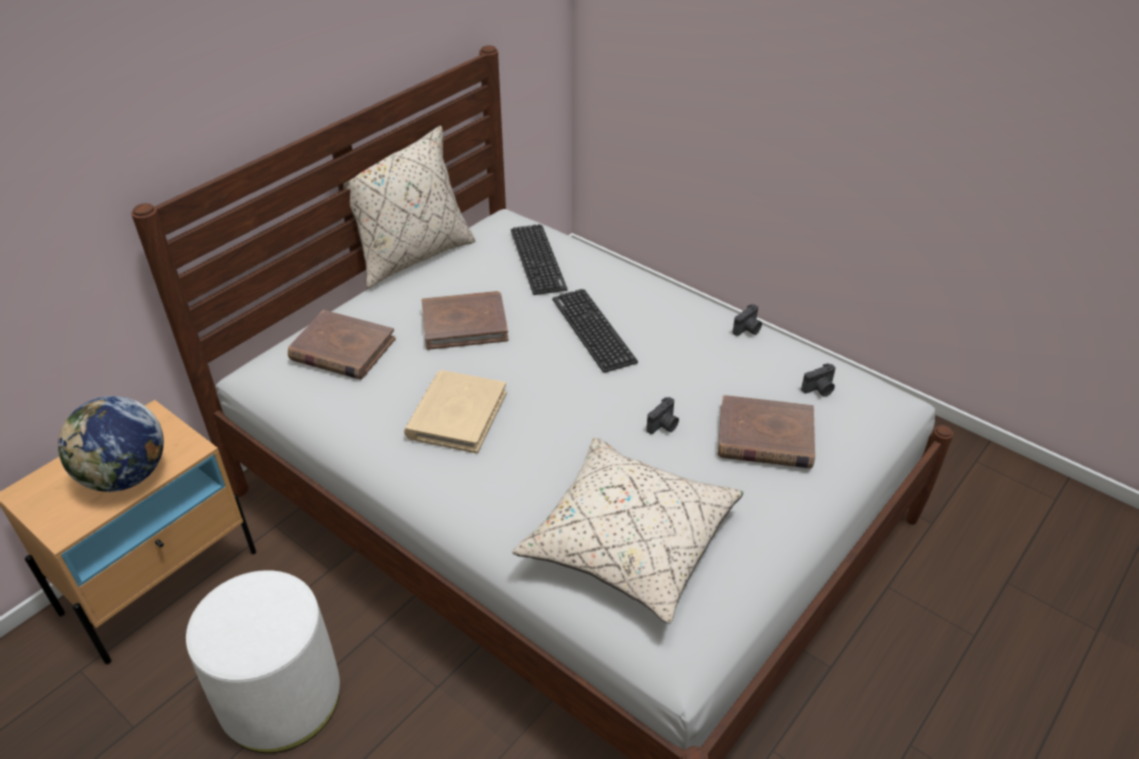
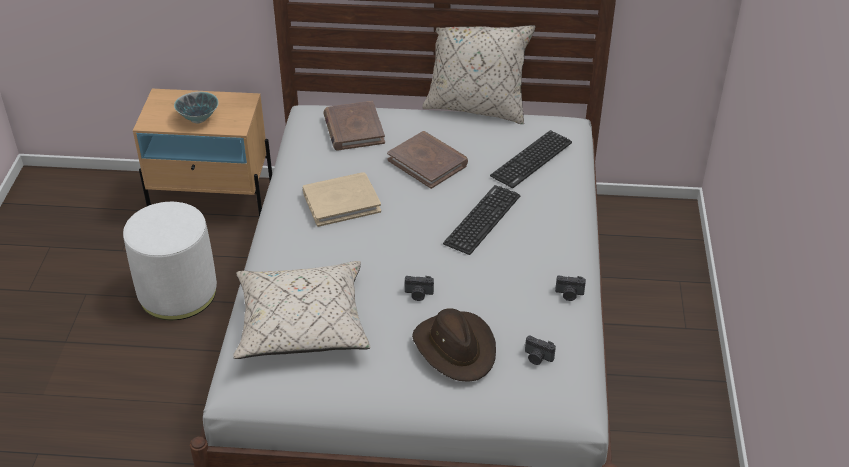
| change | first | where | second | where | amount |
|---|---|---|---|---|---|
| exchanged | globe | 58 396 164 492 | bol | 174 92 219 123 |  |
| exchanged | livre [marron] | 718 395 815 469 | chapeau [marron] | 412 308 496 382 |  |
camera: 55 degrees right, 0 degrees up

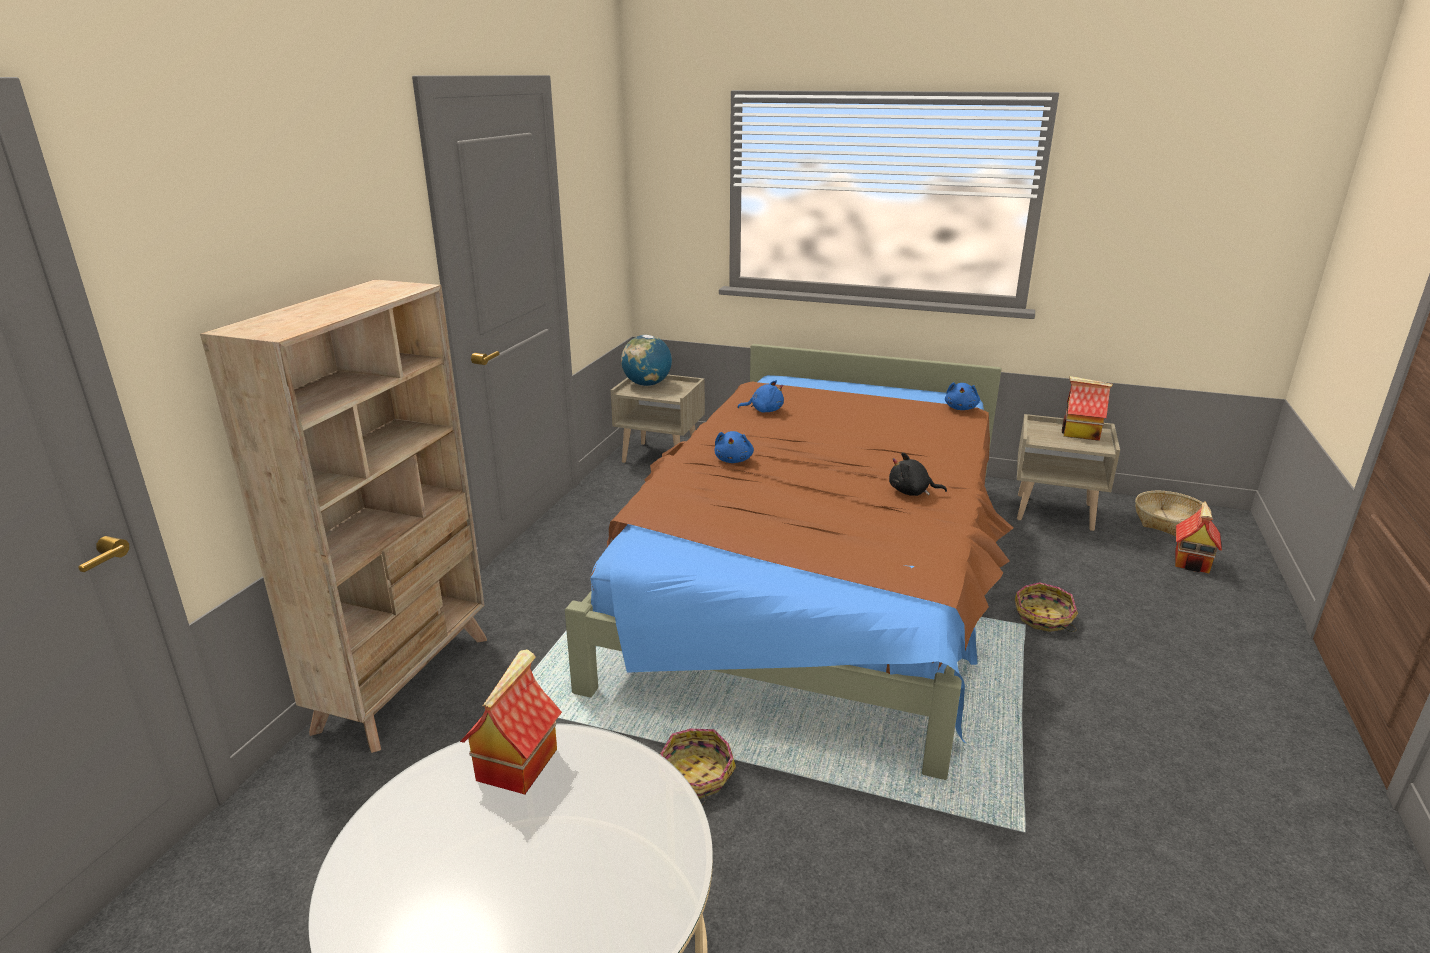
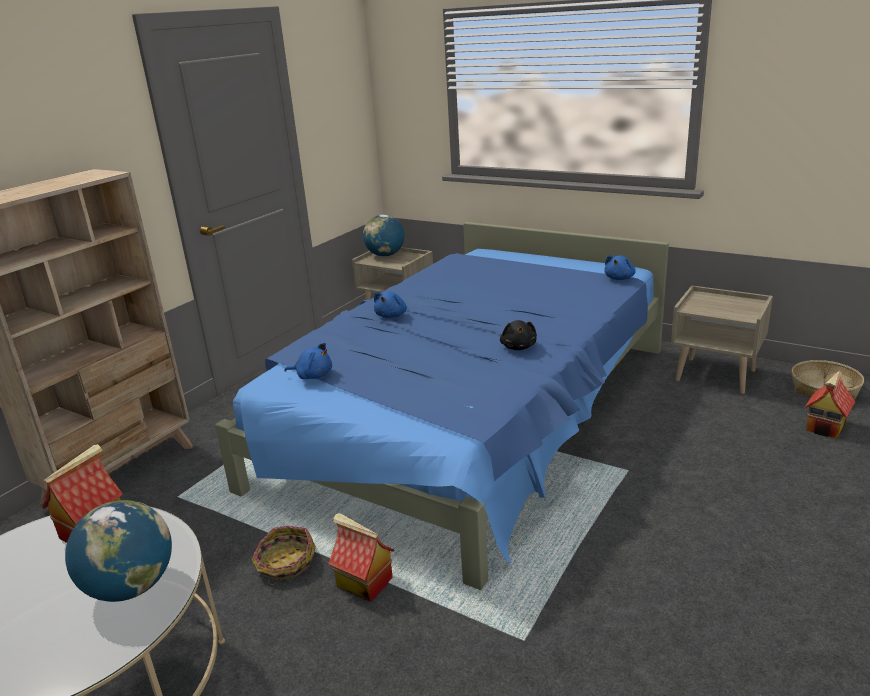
| change | first | where | second | where | amount |
|---|---|---|---|---|---|
| missing | panier | 1015 582 1078 632 |  |  |  |
| appeared |  |  | globe | 65 500 172 602 |  |
| relocated | peluche [bleu] | 738 380 784 413 |  | 285 343 332 379 |  |
| relocated | maison miniature | 1062 376 1113 441 |  | 328 513 395 602 |  |
| colour | lit [marron] | 565 344 1013 780 | lit [bleu] | 215 222 669 590 |  |
| spun | peluche [noir] | 889 452 947 496 |  | 500 320 537 350 | 120 degrees counterclockwise |
camera: 15 degrees right, 0 degrees up

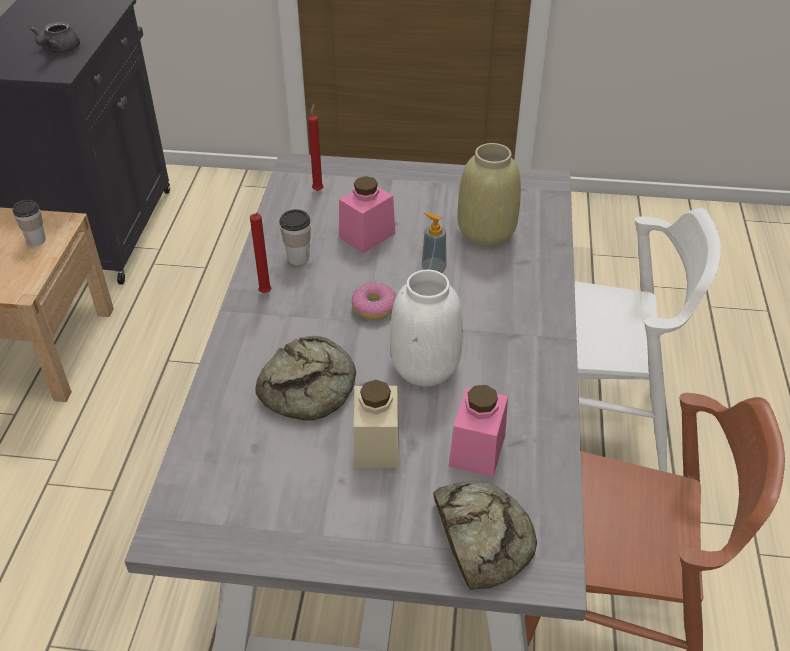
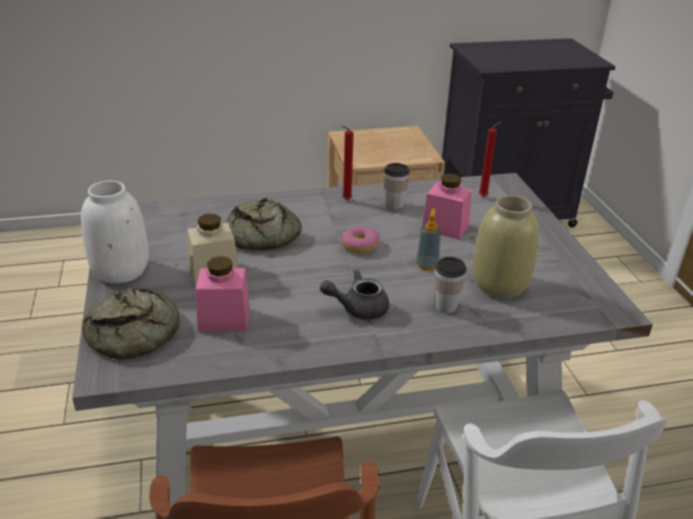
| change | first | where | second | where | amount |
|---|---|---|---|---|---|
| relocated | tasse | 13 200 46 246 |  | 435 257 466 313 |  |
| relocated | théière [gris] | 30 22 80 54 |  | 320 269 389 320 |  |
| relocated | vase [blanc] | 390 270 463 386 |  | 81 181 149 283 |  |
camera: 70 degrees right, 10 degrees down

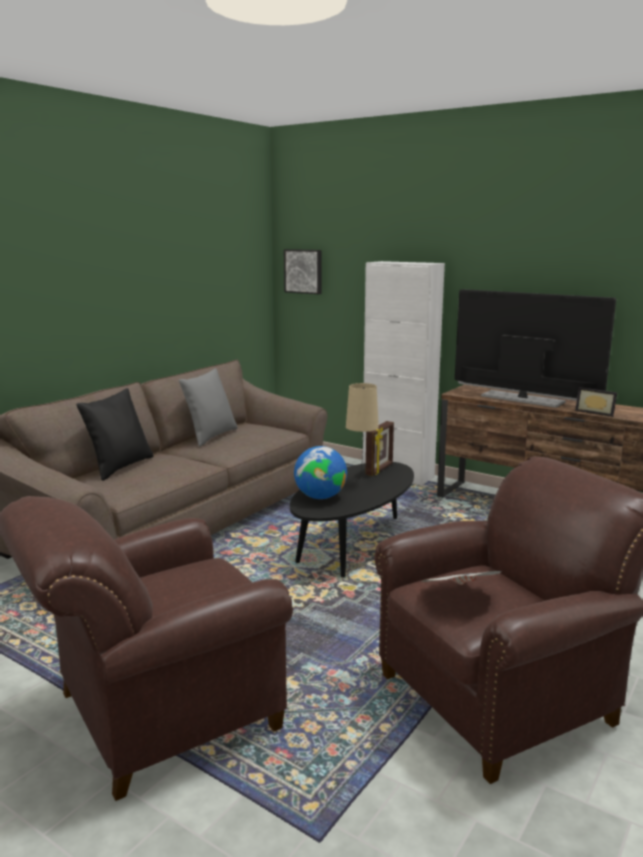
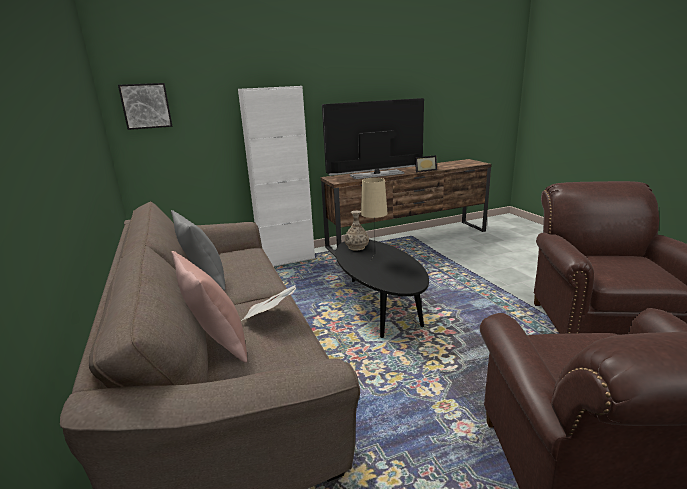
| change | first | where | second | where | amount |
|---|---|---|---|---|---|
| missing | globe | 294 446 347 499 |  |  |  |
| relocated | journal | 421 571 503 585 |  | 241 285 296 321 |  |
| exchanged | cadre photo | 365 421 394 476 | vase | 345 211 369 250 |  |
| colour | coussin [noir] | 76 388 154 481 | coussin [rose] | 171 251 247 363 |  |
camera: 55 degrees left, 5 degrees up

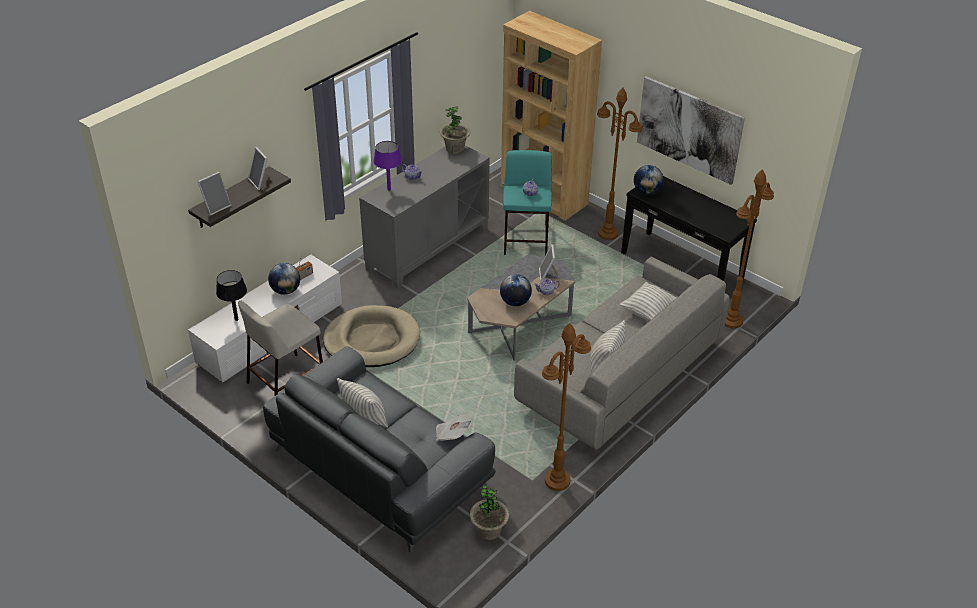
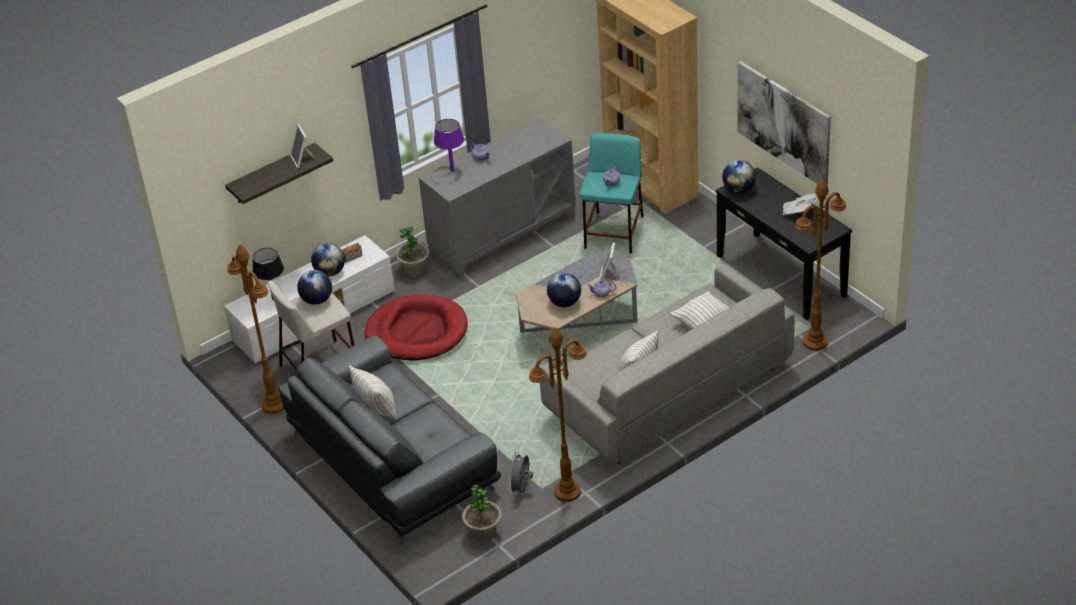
| change | first | where | second | where | amount |
|---|---|---|---|---|---|
| missing | cadre photo | 197 172 231 215 |  |  |  |
| appeared |  |  | globe | 297 270 332 305 |  |
| appeared |  |  | ventilateur [gris] | 508 452 533 494 |  |
| relocated | journal | 436 415 472 441 |  | 782 194 817 215 |  |
| relocated | plante en pot | 440 106 470 154 |  | 395 227 429 277 |  |
| relocated | lampadaire [marron] | 597 87 642 240 |  | 228 244 284 414 |  |
| colour | panier pour chien [beige] | 323 305 420 367 | panier pour chien [rouge] | 365 294 468 360 |  |
camera: 15 degrees right, 0 degrees up

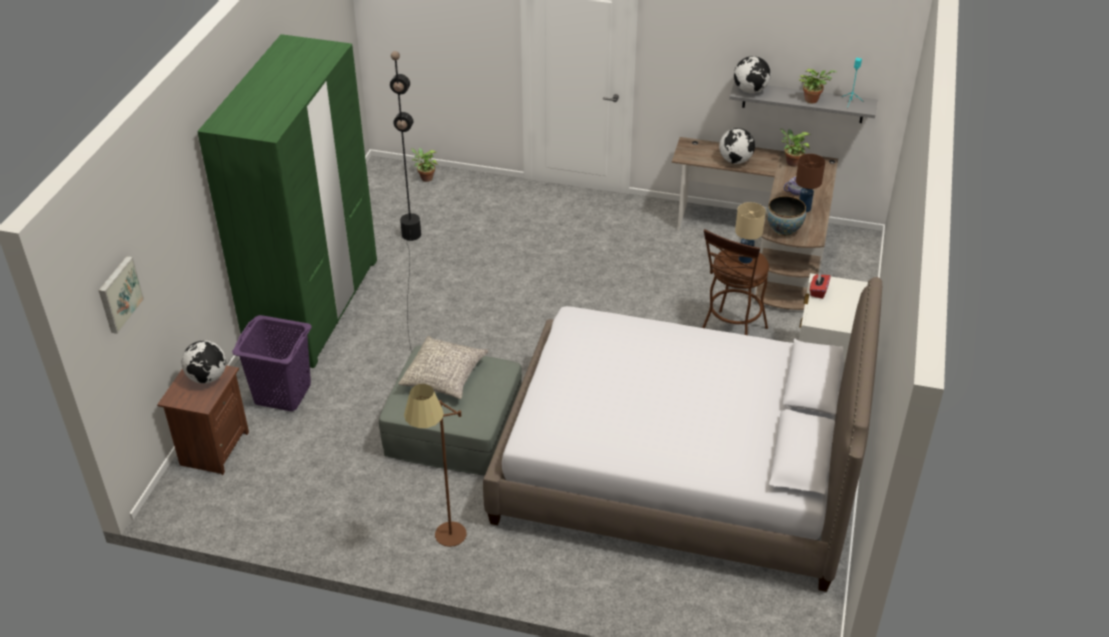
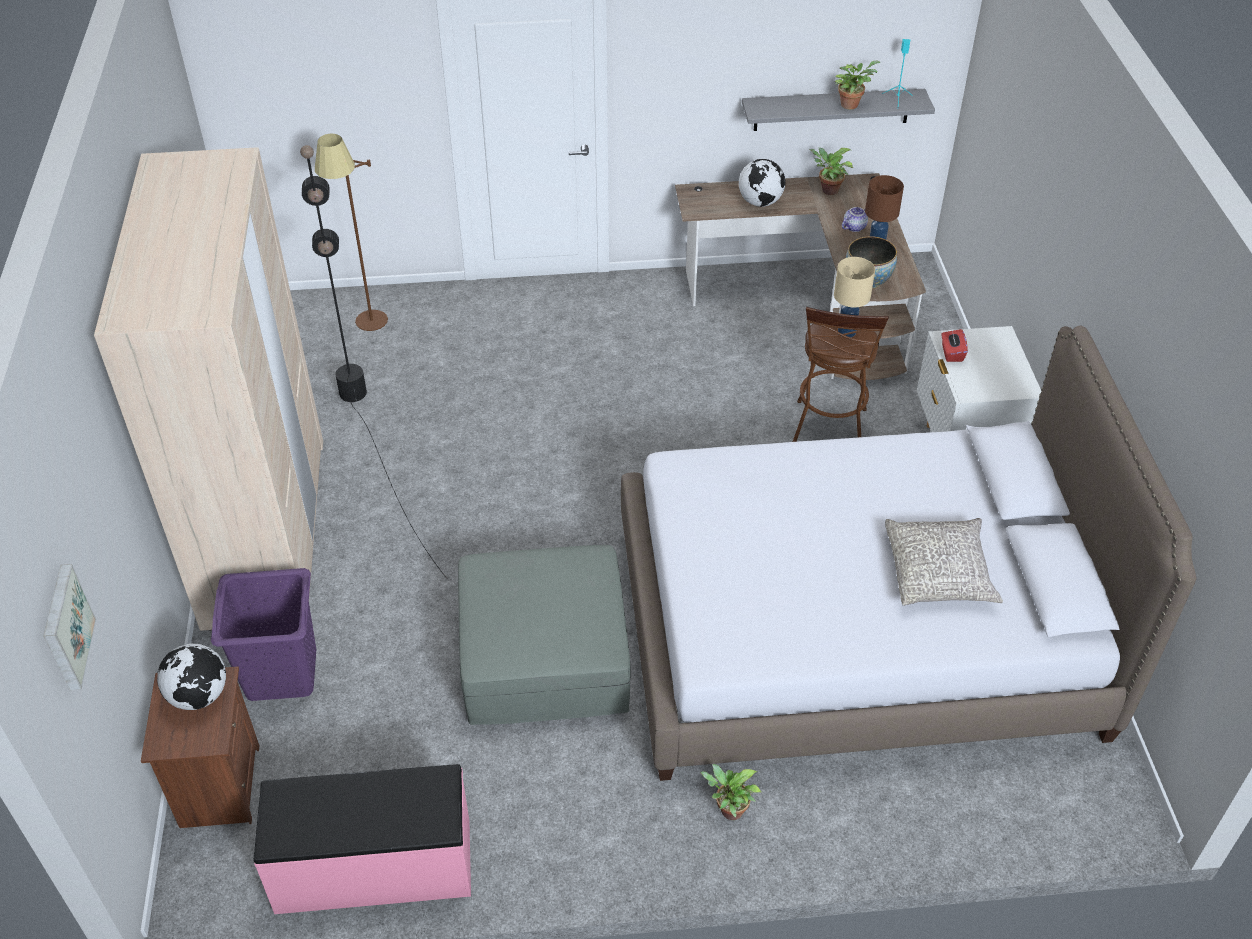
| change | first | where | second | where | amount |
|---|---|---|---|---|---|
| missing | globe | 734 56 771 93 |  |  |  |
| appeared |  |  | banc [rose] | 254 764 471 914 |  |
| relocated | coussin [gris] | 398 336 489 399 |  | 885 518 1003 606 |  |
| relocated | lampadaire [marron] | 404 384 467 547 |  | 315 134 388 331 |  |
| relocated | plante en pot | 411 148 438 182 |  | 700 764 762 820 |  |
| colour | armoire [vert] | 197 34 377 368 | armoire [beige] | 94 147 323 631 |  |
camera: 20 degrees left, 5 degrees up

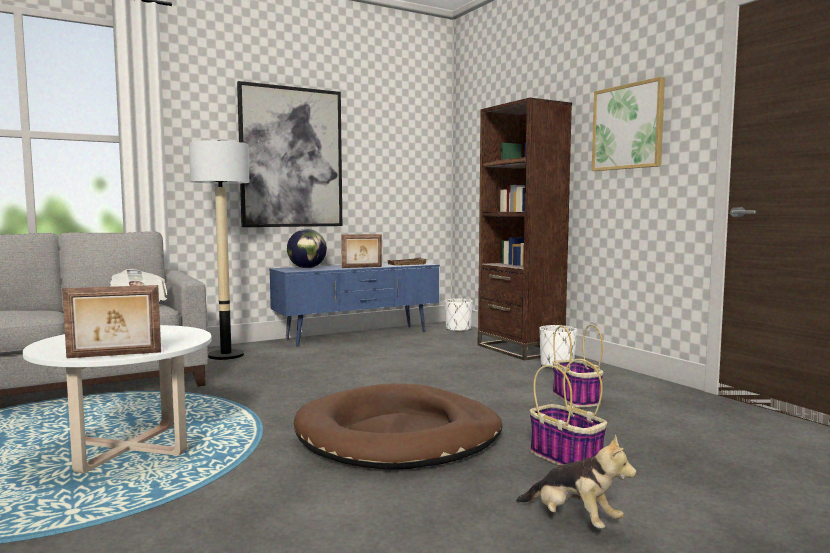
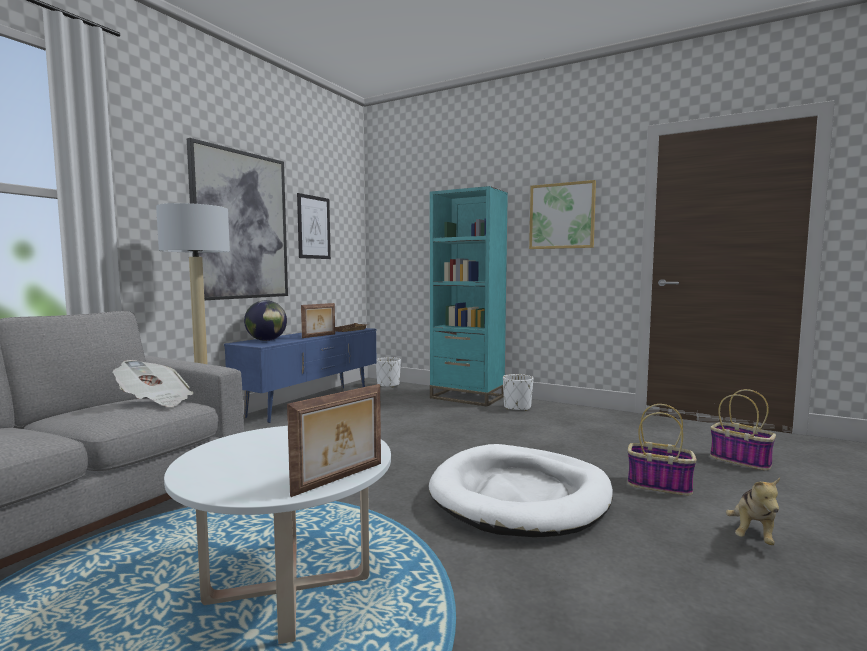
| change | first | where | second | where | amount |
|---|---|---|---|---|---|
| appeared |  |  | tableau | 297 193 331 259 |  |
| relocated | panier | 552 324 603 408 |  | 710 389 776 470 |  |
| colour | panier pour chien [marron] | 293 383 502 470 | panier pour chien [blanc] | 429 444 613 537 |  |
| colour | bibliothèque [marron] | 478 98 572 361 | bibliothèque [turquoise] | 430 186 508 407 |  |
| spun | peluche | 516 435 637 528 |  | 726 478 780 545 | 105 degrees clockwise |
camera: 30 degrees left, 0 degrees up

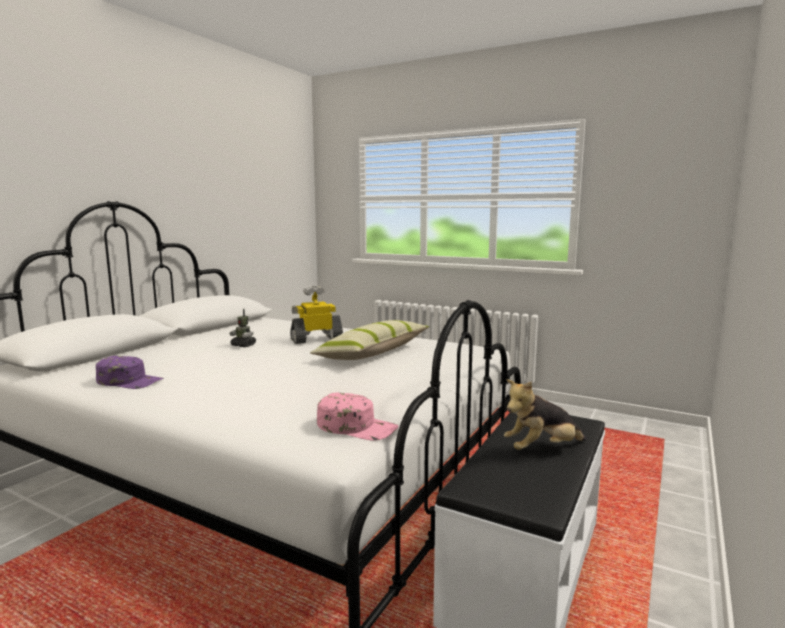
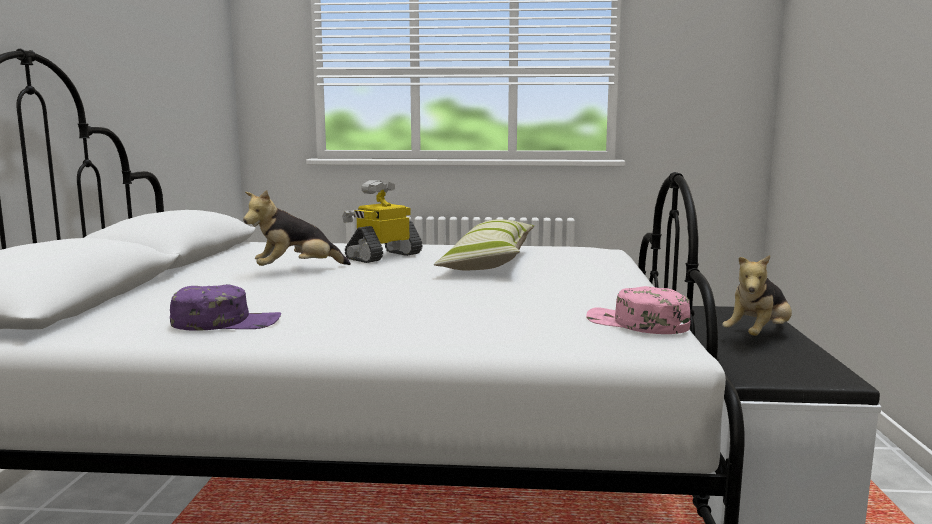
| change | first | where | second | where | amount |
|---|---|---|---|---|---|
| exchanged | robot jouet | 229 309 256 347 | peluche | 243 190 351 266 |  |
| spun | casquette [rose] | 317 393 398 441 |  | 586 286 691 334 | 135 degrees counterclockwise |
camera: 25 degrees left, 0 degrees up

